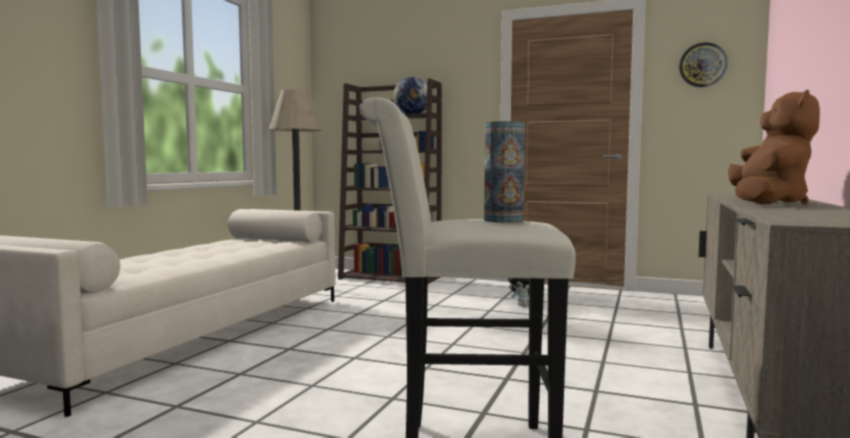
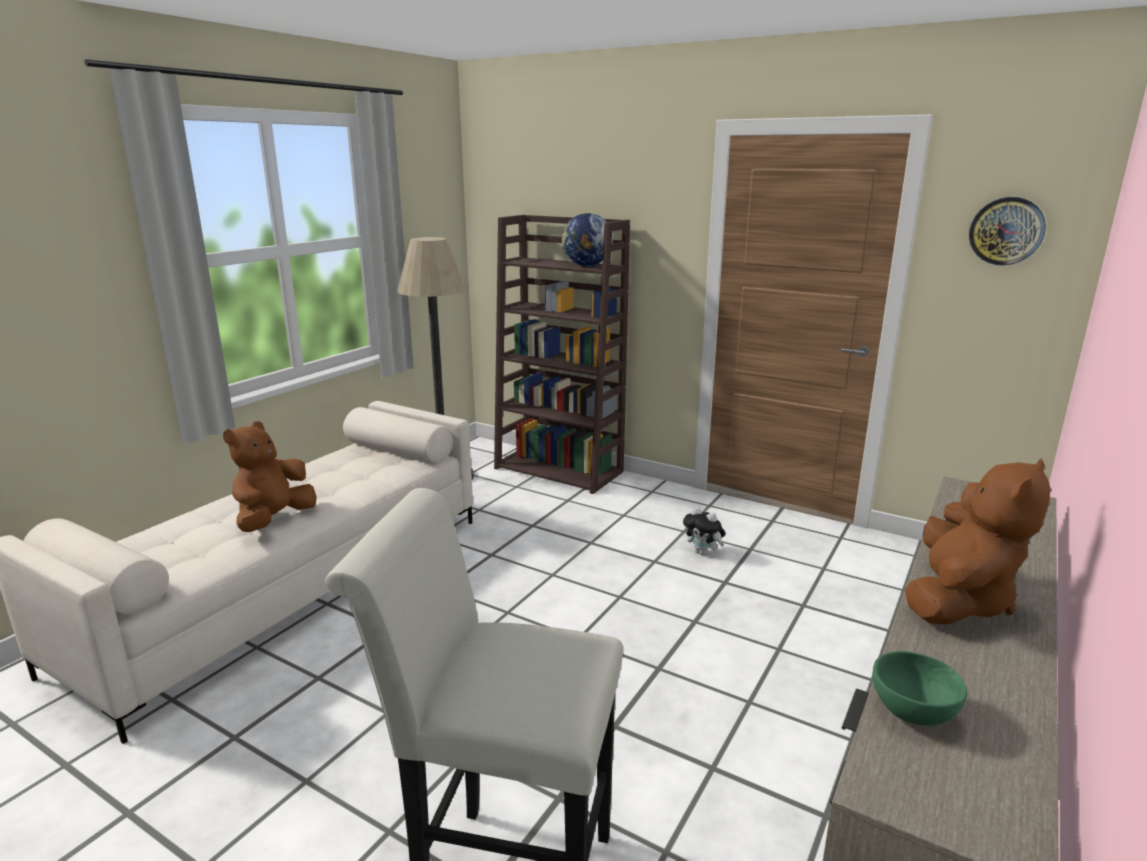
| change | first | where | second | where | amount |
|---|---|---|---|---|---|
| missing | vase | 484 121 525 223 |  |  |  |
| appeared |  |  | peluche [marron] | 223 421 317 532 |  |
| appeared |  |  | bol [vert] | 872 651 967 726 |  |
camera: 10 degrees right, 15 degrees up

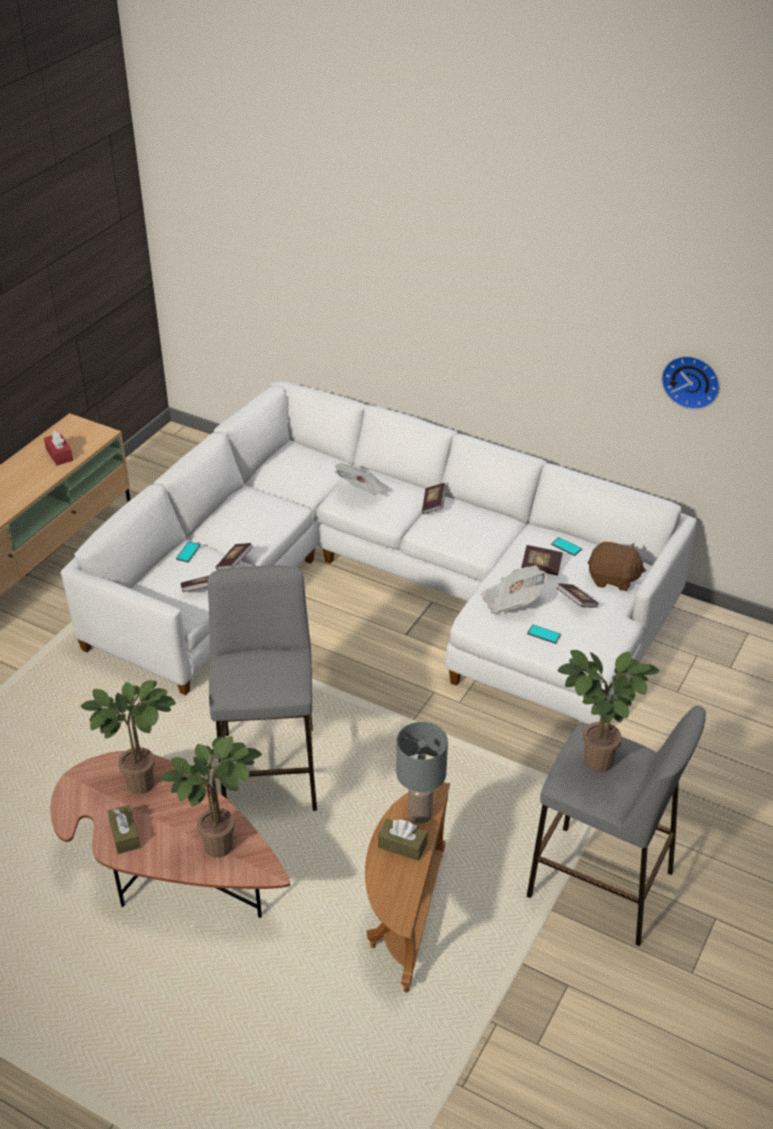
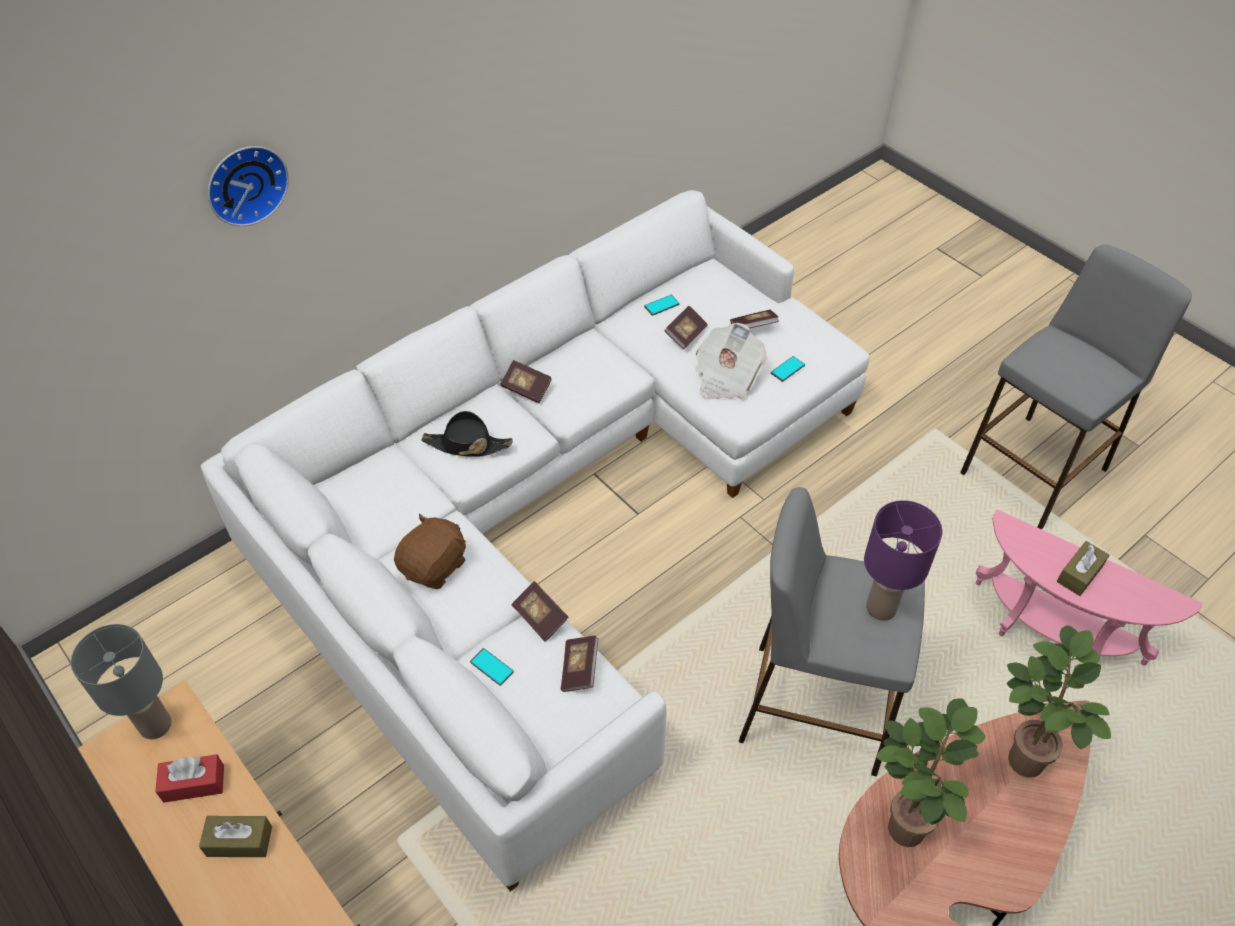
| change | first | where | second | where | amount |
|---|---|---|---|---|---|
| missing | plante en pot | 557 650 659 773 |  |  |  |
| appeared |  |  | lampe de table [violet] | 864 500 942 621 |  |
| relocated | boîte à mouchoirs [marron] | 108 805 141 854 |  | 199 816 272 857 |  |
| relocated | lampe de table [gris] | 396 722 448 823 |  | 71 624 172 739 |  |
| relocated | peluche [marron] | 588 542 646 591 |  | 394 514 466 589 |  |
| relocated | horloge murale | 661 356 720 410 |  | 208 146 289 226 |  |
| exchanged | journal | 334 463 393 495 | chapeau [noir] | 421 411 513 457 |  |
| colour | table d'appoint [marron] | 365 782 450 993 | table d'appoint [rose] | 976 509 1203 666 |  |
camera: 70 degrees left, 10 degrees up

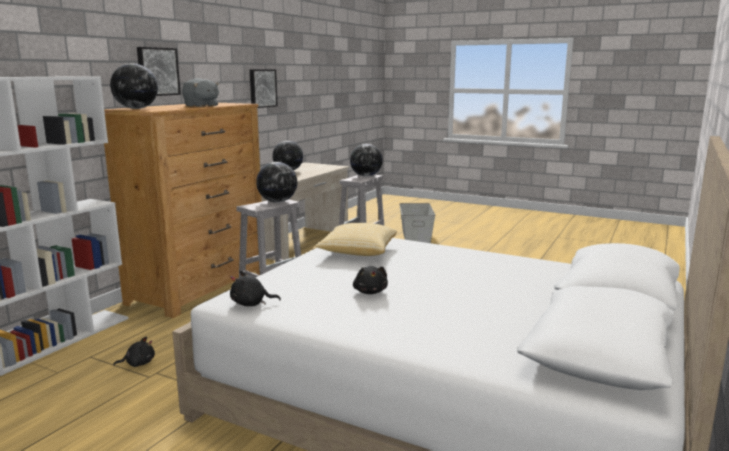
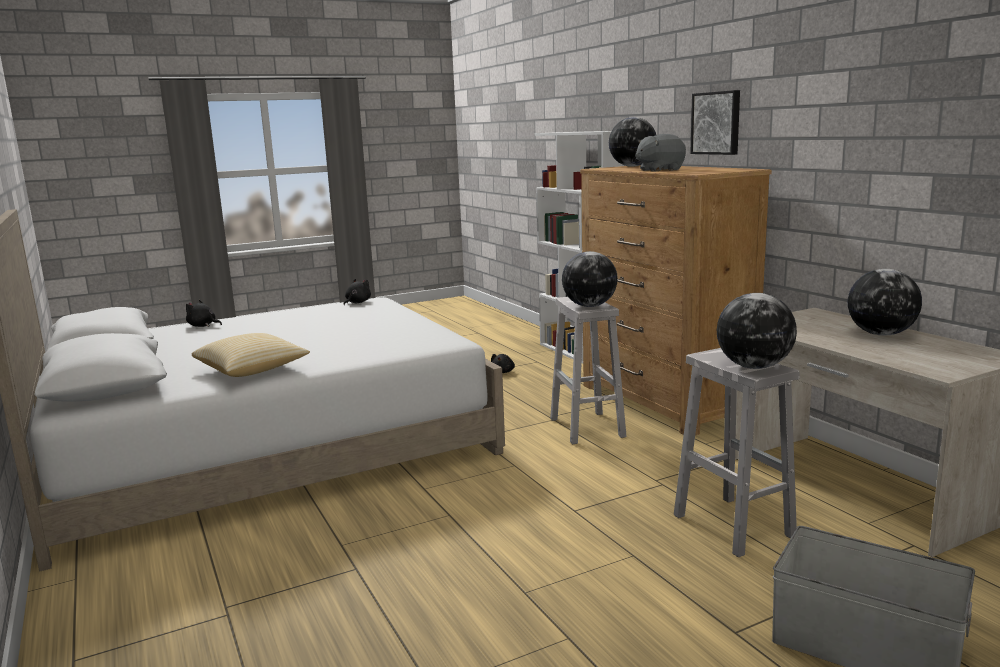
| change | first | where | second | where | amount |
|---|---|---|---|---|---|
| missing | tableau | 250 69 278 108 |  |  |  |
| relocated | coussin | 315 223 397 256 |  | 192 333 310 377 |  |
| relocated | peluche [noir] | 353 266 388 294 |  | 186 299 222 327 |  |
camera: 125 degrees right, 0 degrees up

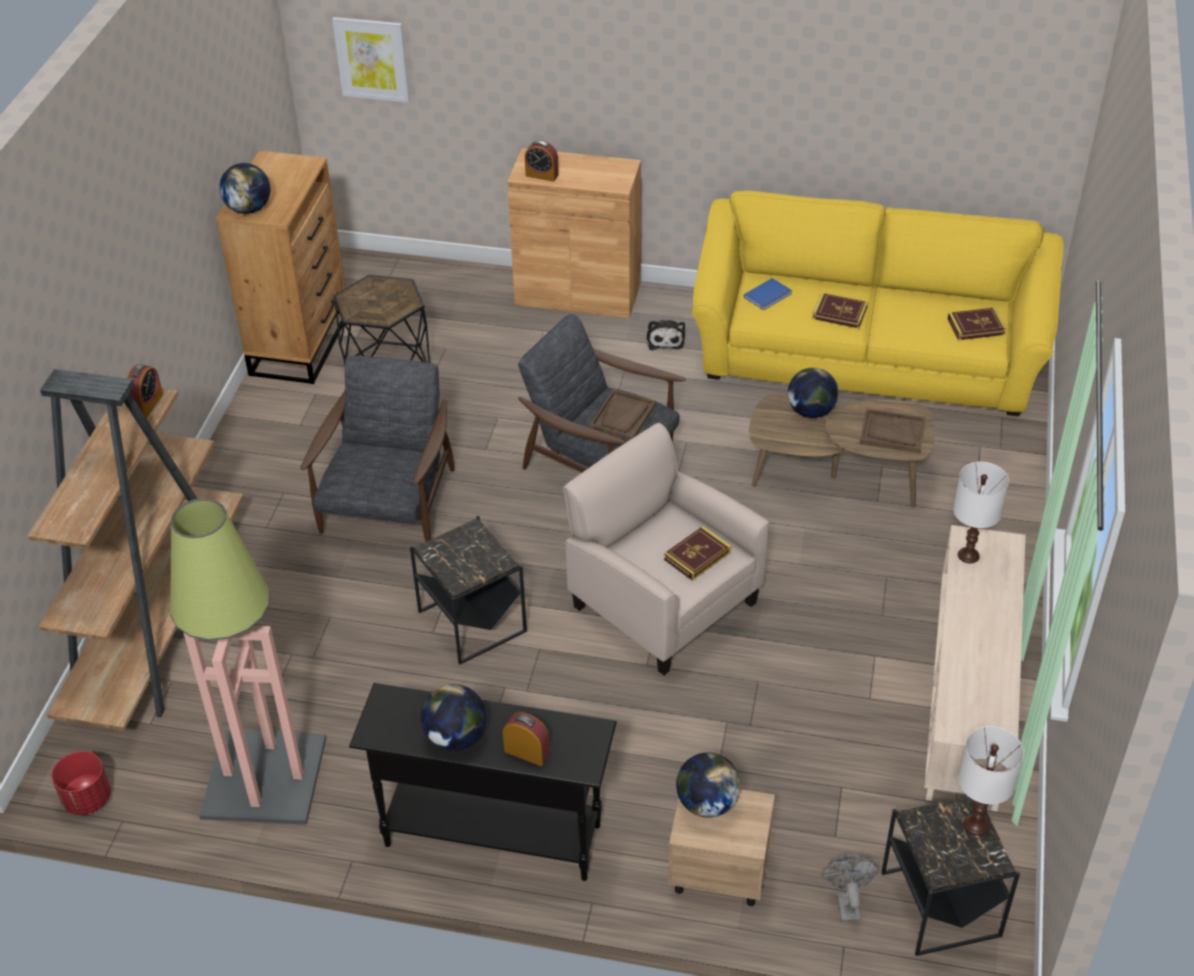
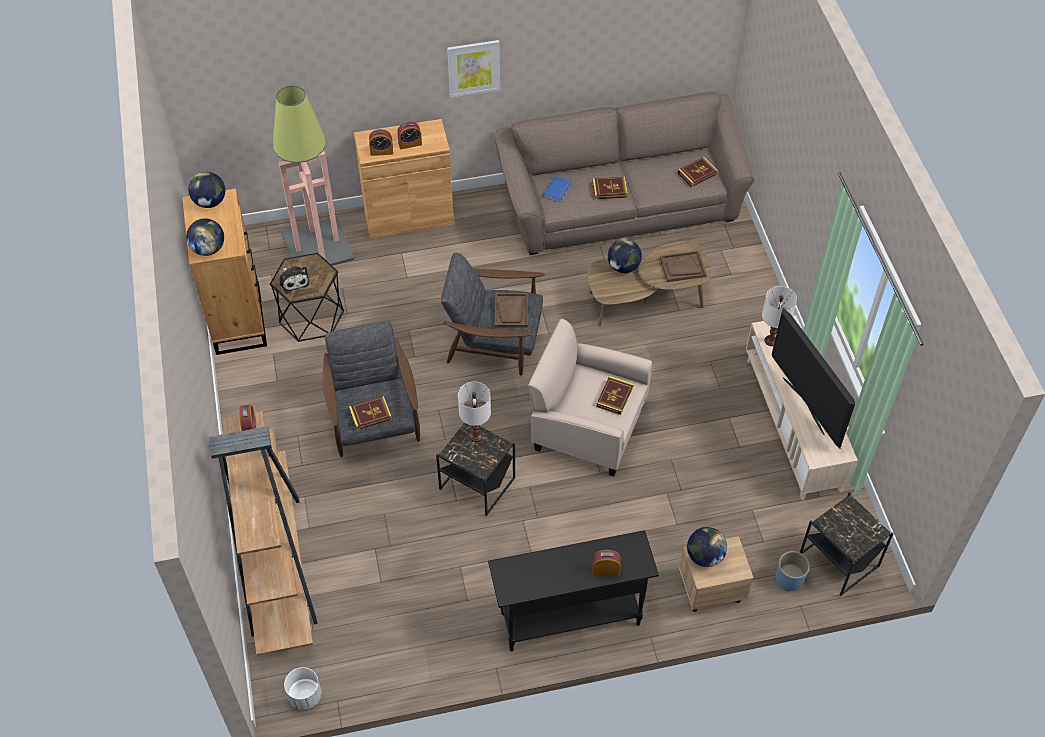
| change | first | where | second | where | amount |
|---|---|---|---|---|---|
| appeared |  |  | livre | 349 396 392 430 |  |
| appeared |  |  | réveil | 397 121 422 149 |  |
| appeared |  |  | téléviseur | 772 308 855 448 |  |
| relocated | lampadaire | 170 498 326 824 |  | 273 85 354 266 |  |
| relocated | tableau | 332 17 410 103 |  | 447 40 500 98 |  |
| relocated | globe | 421 684 486 750 |  | 188 172 225 208 |  |
| relocated | peluche | 647 320 685 350 |  | 278 267 309 294 |  |
| relocated | lampe de table [blanc] | 958 726 1024 836 |  | 458 382 491 442 |  |
| exchanged | ventilateur [gris] | 822 854 879 922 | cache-pot [bleu] | 776 551 810 591 |  |
| colour | cache-pot [rouge] | 52 751 111 815 | cache-pot [blanc] | 284 667 321 710 |  |
| colour | canapé [jaune] | 692 191 1064 416 | canapé [marron] | 495 91 754 255 |  |
camera: 25 degrees left, 10 degrees up

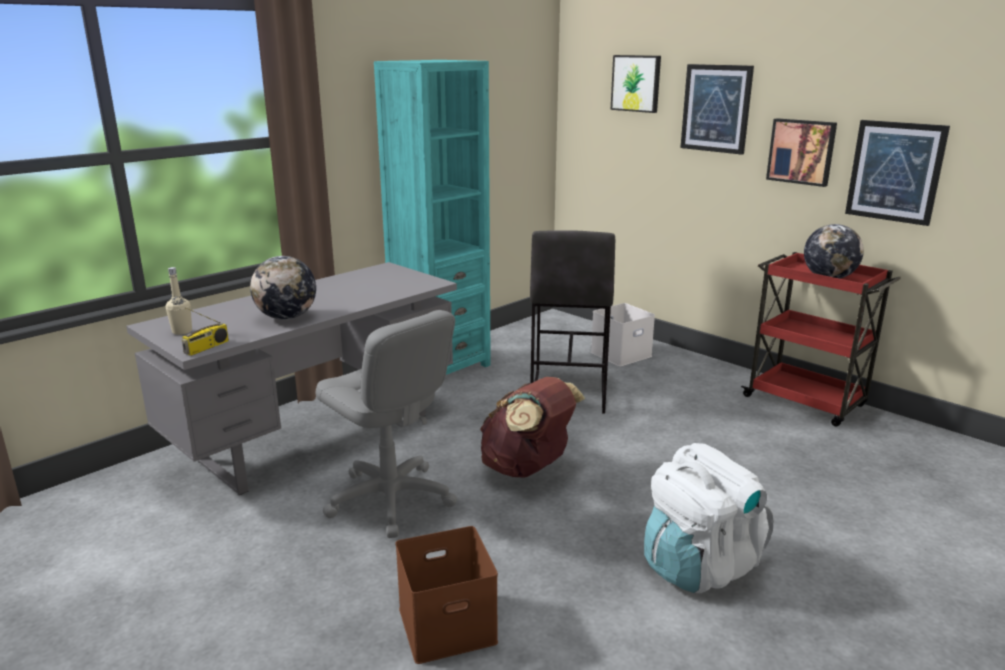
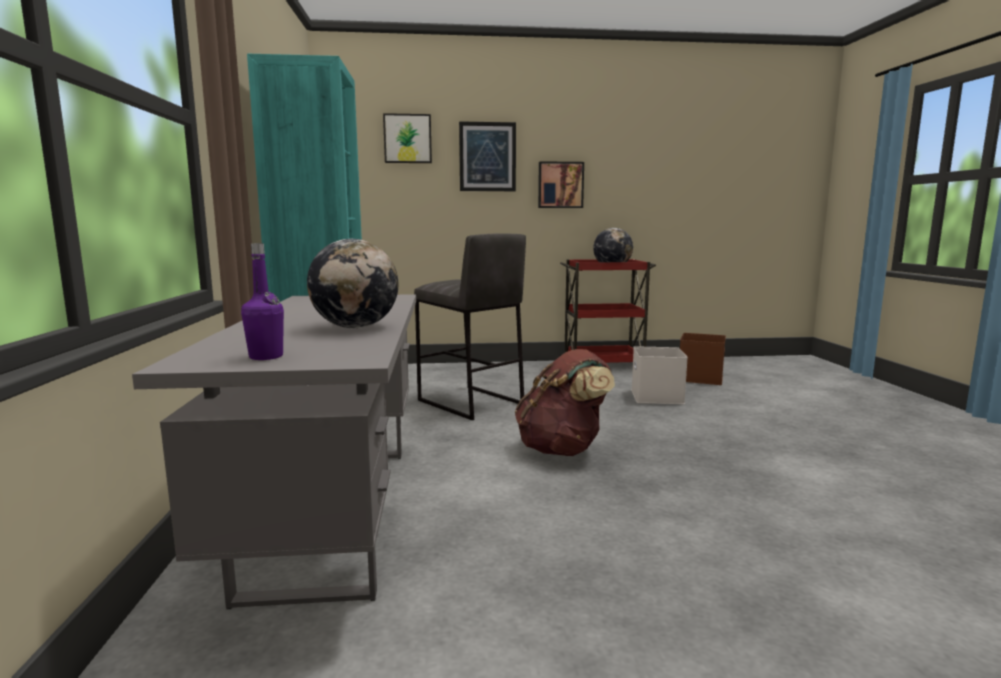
| change | first | where | second | where | amount |
|---|---|---|---|---|---|
| missing | radio | 182 307 229 356 |  |  |  |
| missing | chaise de bureau [gris] | 315 310 457 538 |  |  |  |
| missing | sac à dos [blanc] | 644 443 774 593 |  |  |  |
| missing | tableau | 845 120 950 226 |  |  |  |
| relocated | boîte de rangement [marron] | 395 526 498 664 |  | 680 333 726 385 |  |
| relocated | boîte de rangement [blanc] | 591 303 655 367 |  | 631 346 688 404 |  |
| colour | bouteille [beige] | 166 267 192 335 | bouteille [violet] | 241 243 284 360 |  |
camera: 50 degrees left, 10 degrees down

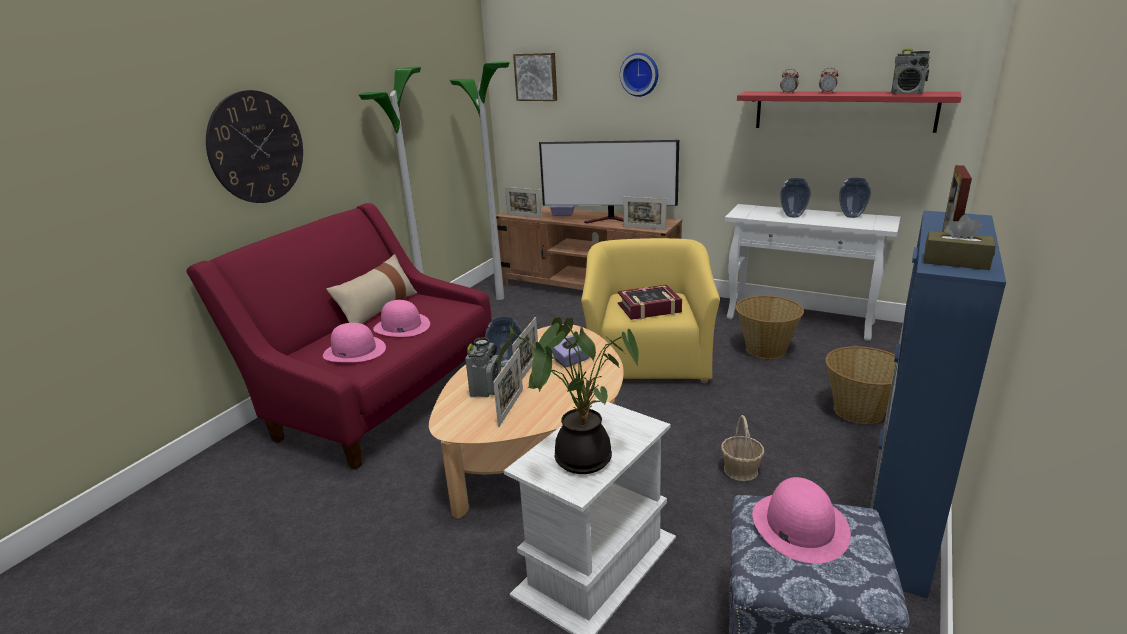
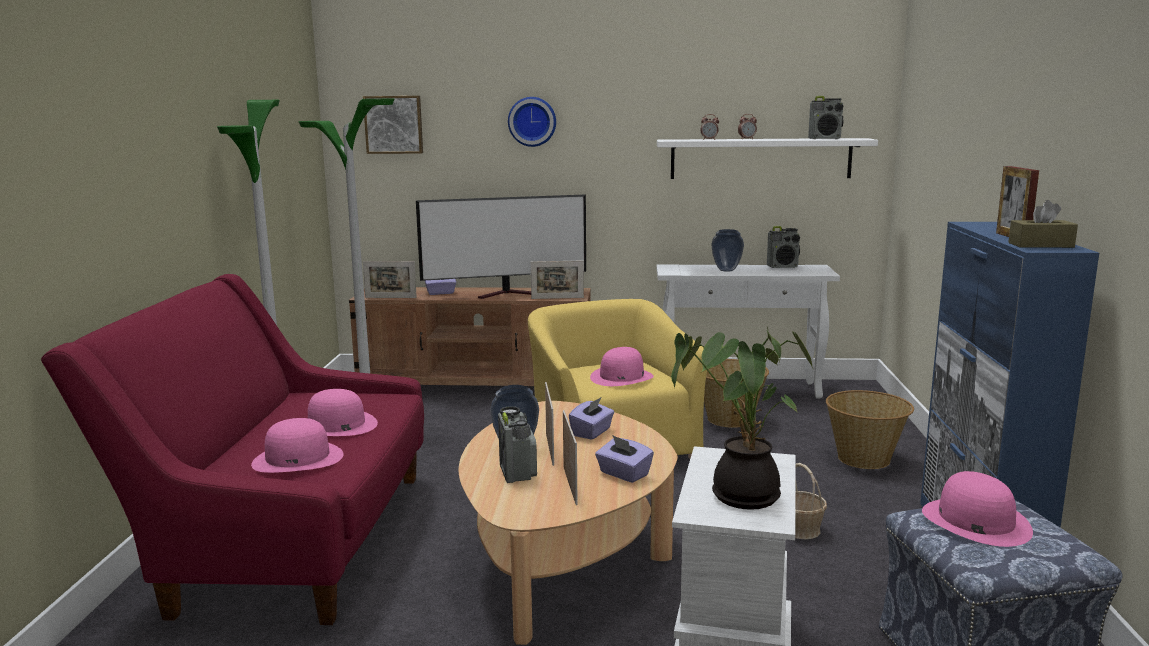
| change | first | where | second | where | amount |
|---|---|---|---|---|---|
| missing | horloge murale | 206 90 303 203 |  |  |  |
| missing | coussin [beige] | 327 254 417 324 |  |  |  |
| appeared |  |  | boîte à mouchoirs [violet] | 595 435 654 483 |  |
| exchanged | livre | 618 285 682 320 | chapeau [rose] | 590 347 654 386 |  |
| exchanged | vase | 839 178 871 218 | radio | 767 226 800 268 |  |
| colour | étagère [rouge] | 737 91 962 133 | étagère [blanc] | 657 138 878 179 |  |
camera: 25 degrees left, 10 degrees down

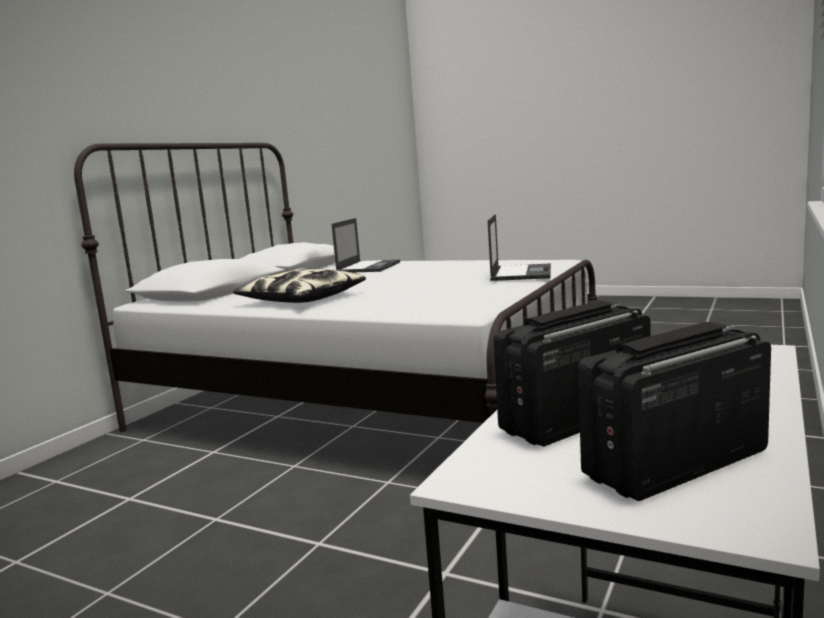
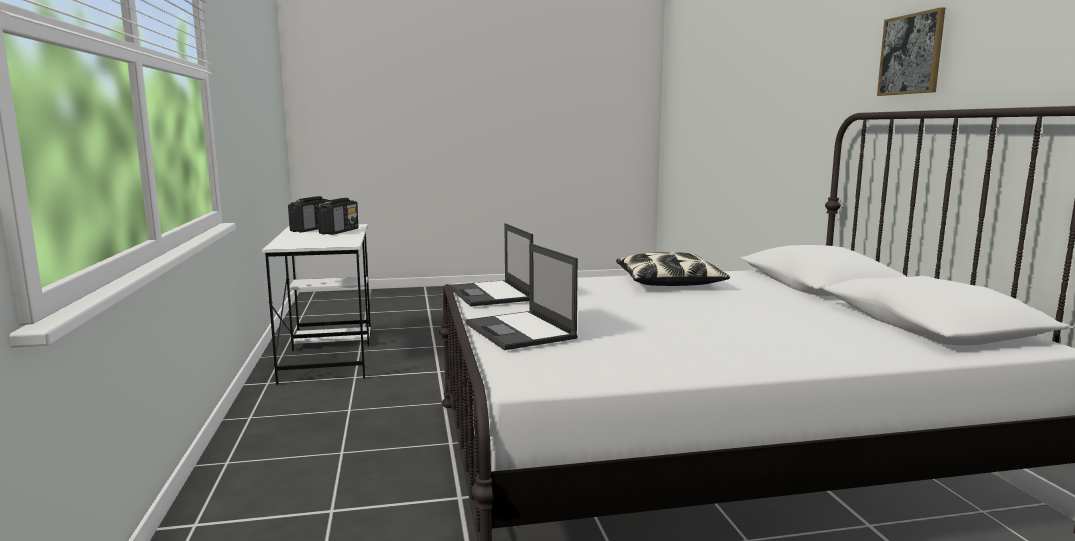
| change | first | where | second | where | amount |
|---|---|---|---|---|---|
| appeared |  |  | tableau | 877 7 945 96 |  |
| relocated | ordinateur portable | 332 218 400 272 |  | 450 223 533 307 |  |
camera: 140 degrees right, 0 degrees up

